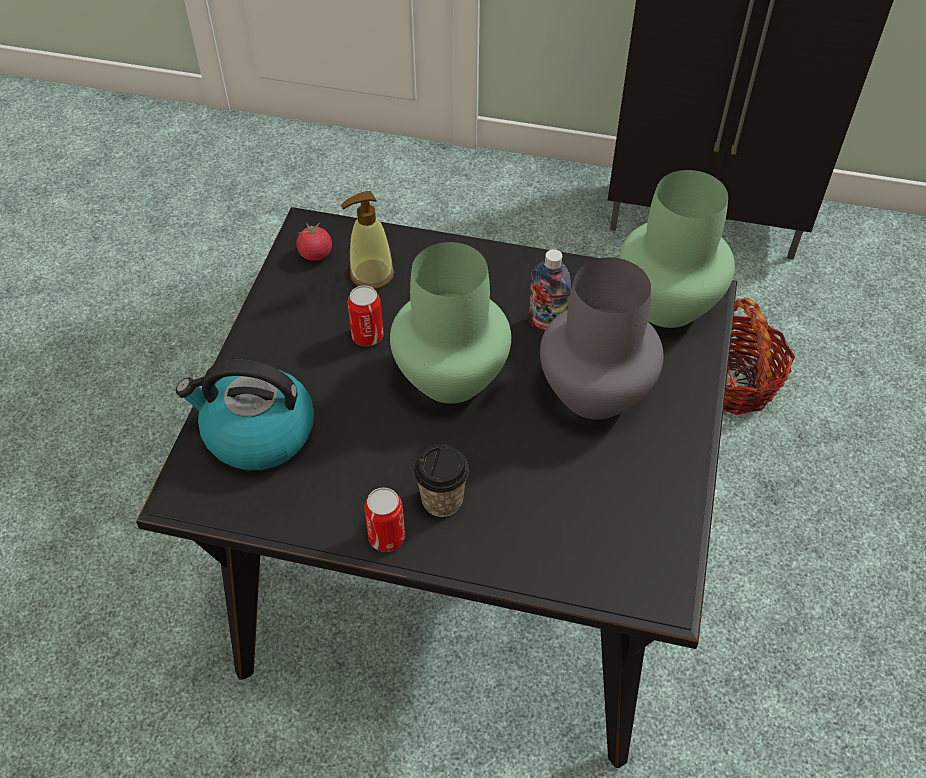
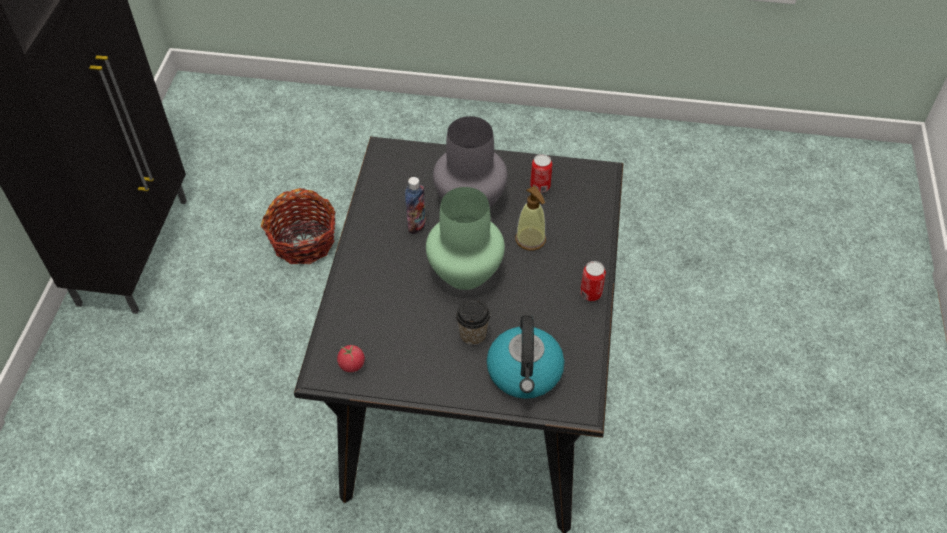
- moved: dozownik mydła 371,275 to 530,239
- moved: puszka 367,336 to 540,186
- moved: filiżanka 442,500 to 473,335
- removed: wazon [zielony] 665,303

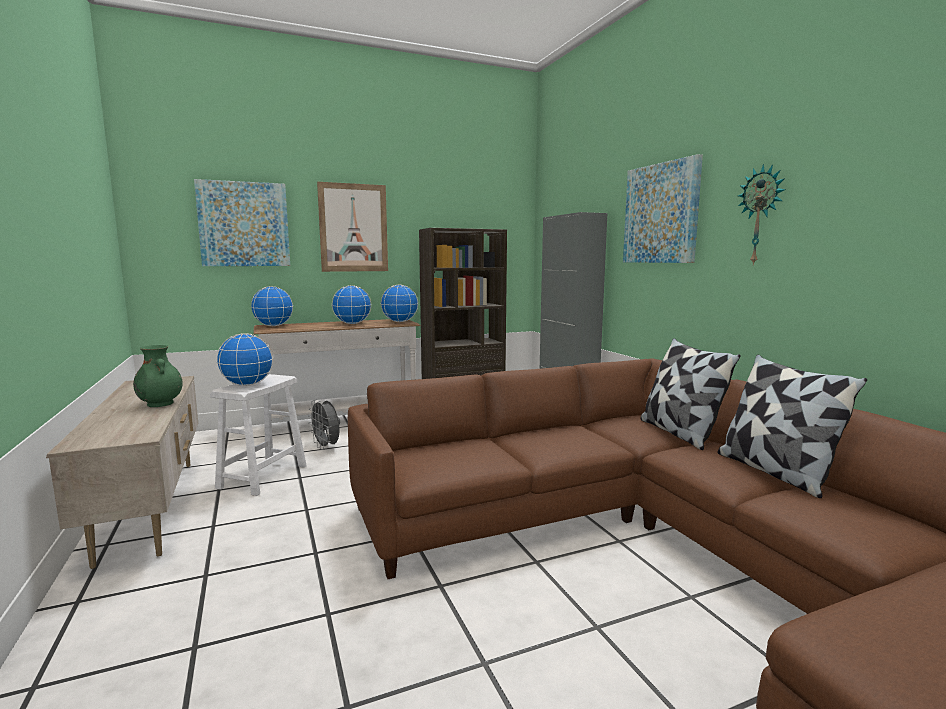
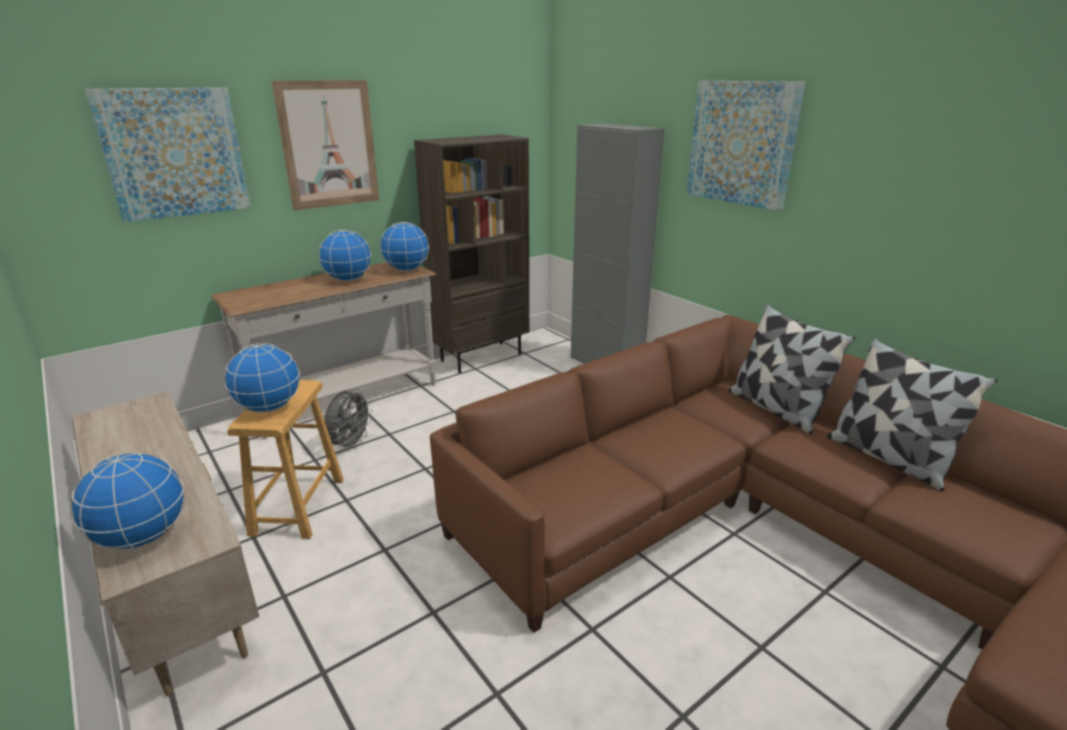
- removed: wazon [zielony] 160,404
- recoloured: stołek [biały] 262,476 to stołek [brązowy] 298,506
- moved: globus 273,326 to 143,537
- turned: wentylator [szary] 326,447 = 350,445 105 degrees counterclockwise
- removed: zegar ścienny 761,215

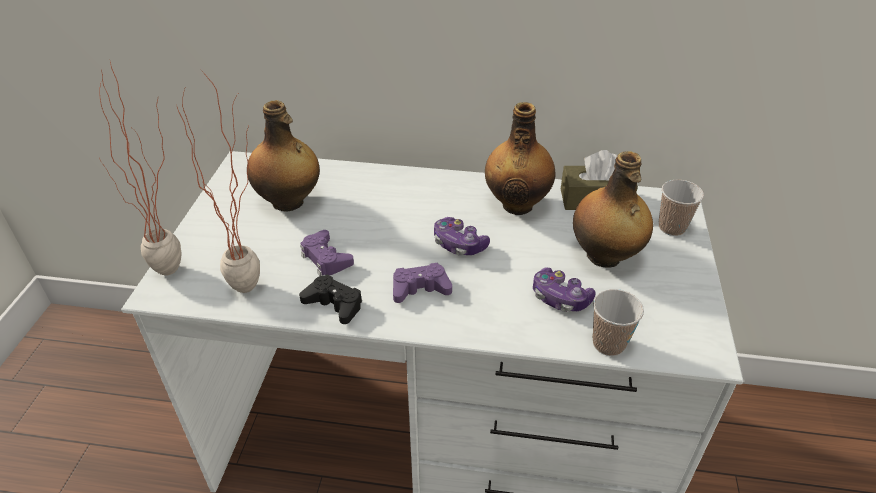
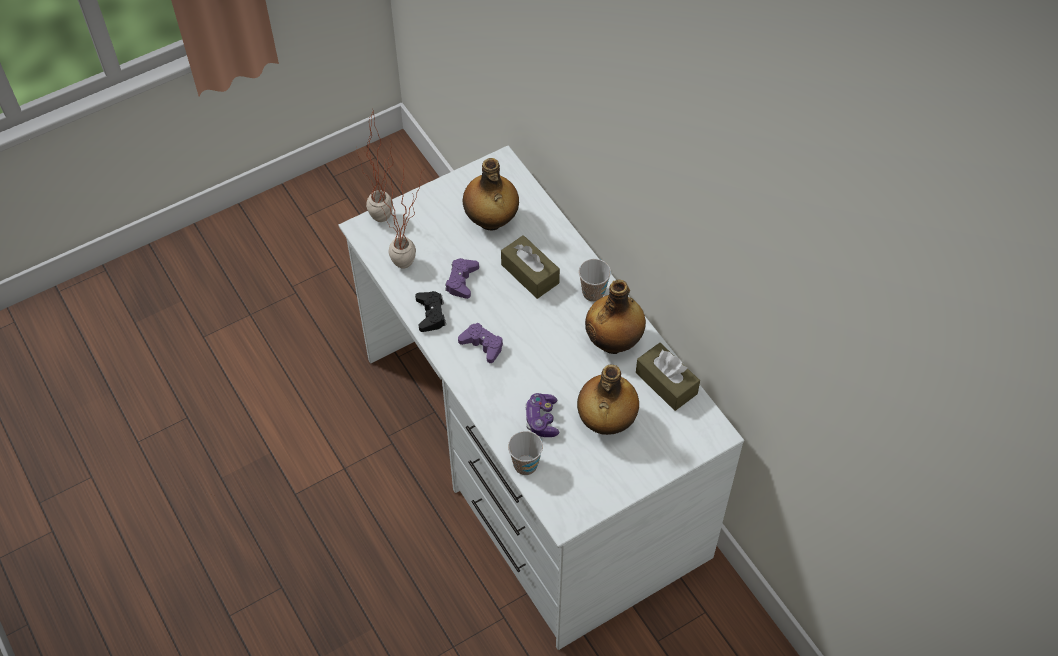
- removed: pad do gier 459,245
- moved: filiżanka 672,227 to 593,293
- added: pudełko chusteczek [brązowy] 530,274

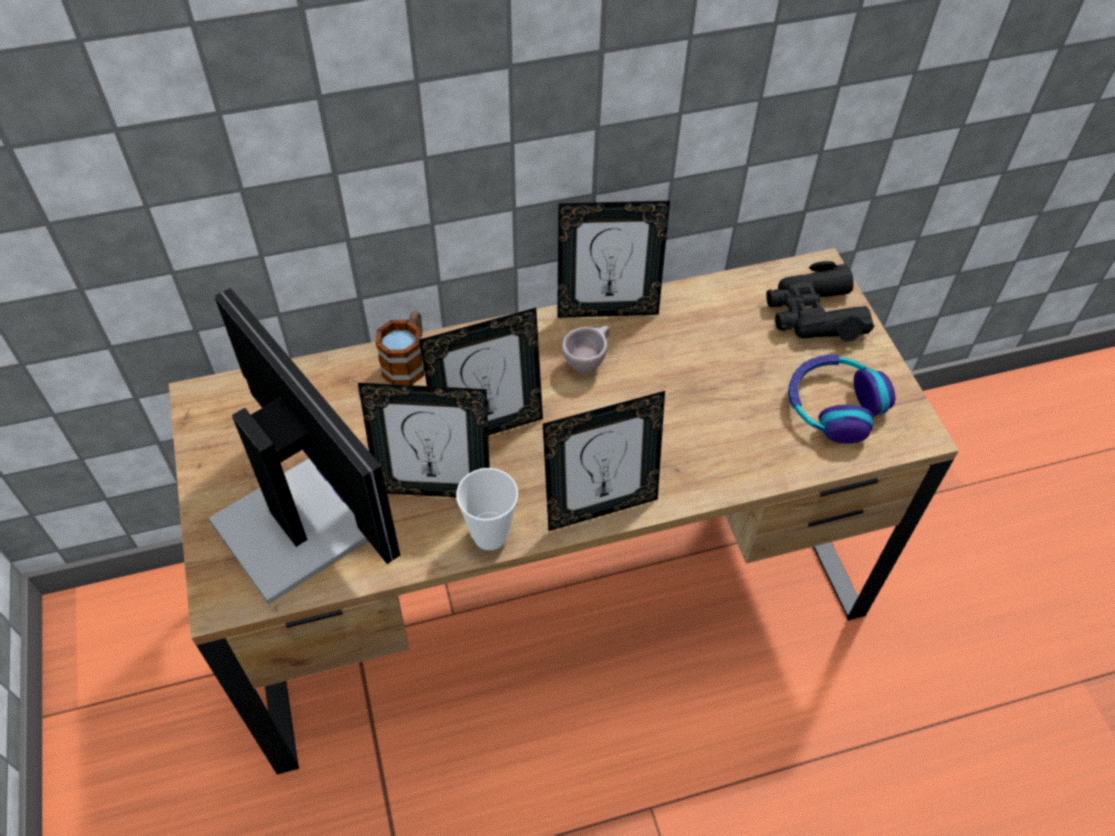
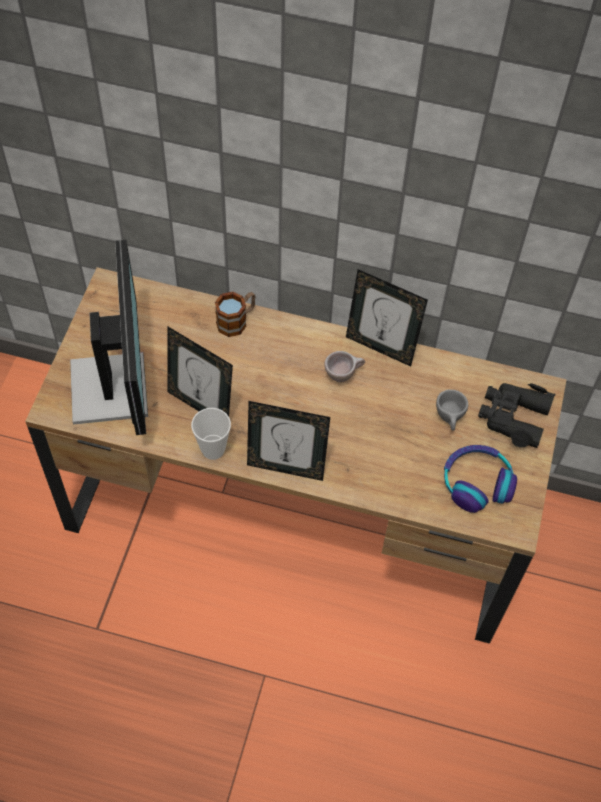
- removed: ramka na zdjęcie 488,427
- added: filiżanka [szary] 450,419

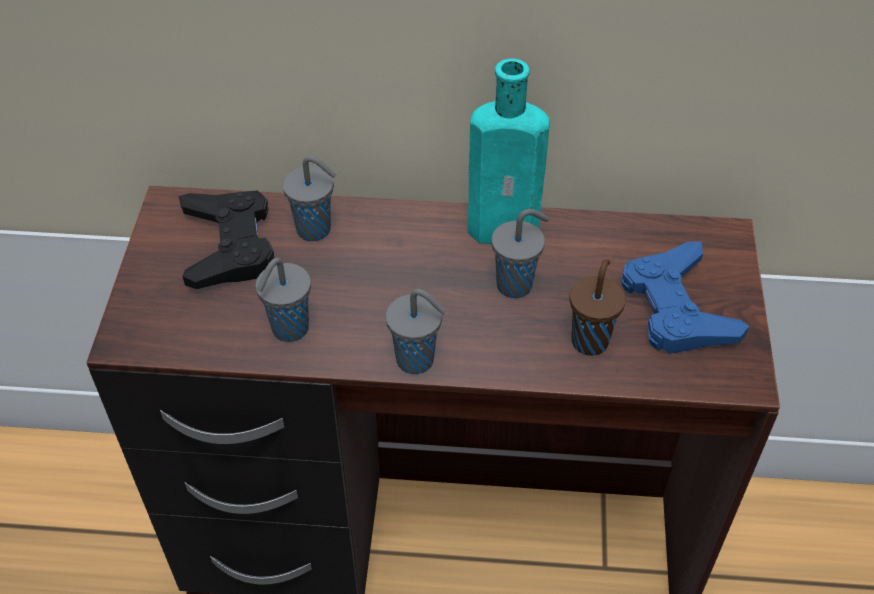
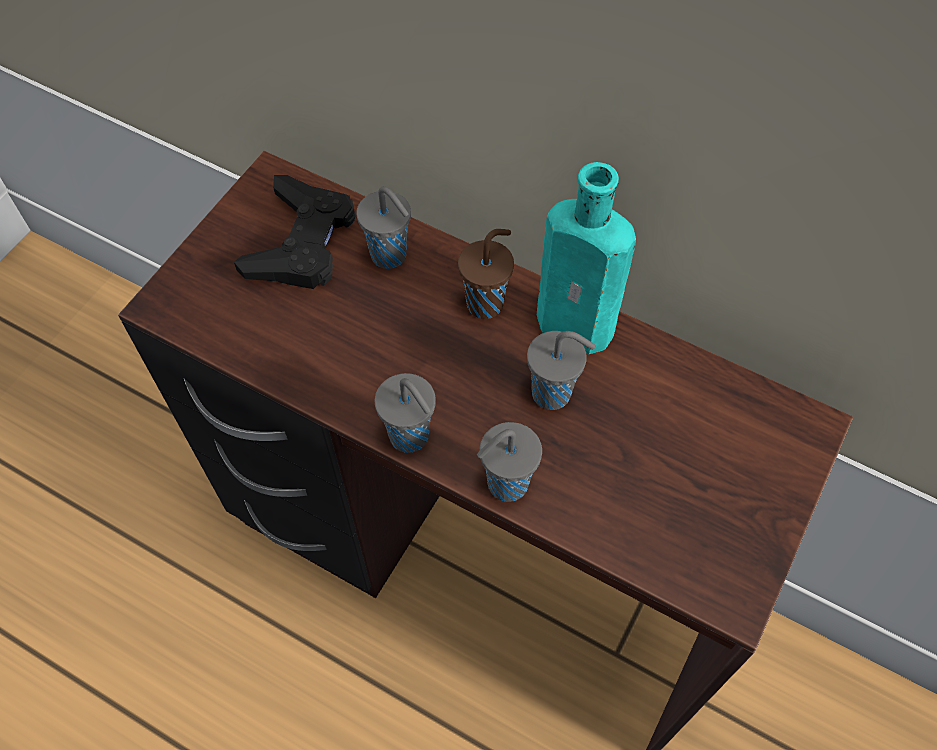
- moved: filiżanka [szary] 288,330 to 505,484
- moved: filiżanka [brązowy] 590,339 to 486,302
- removed: pad do gier [niebieski] 676,307

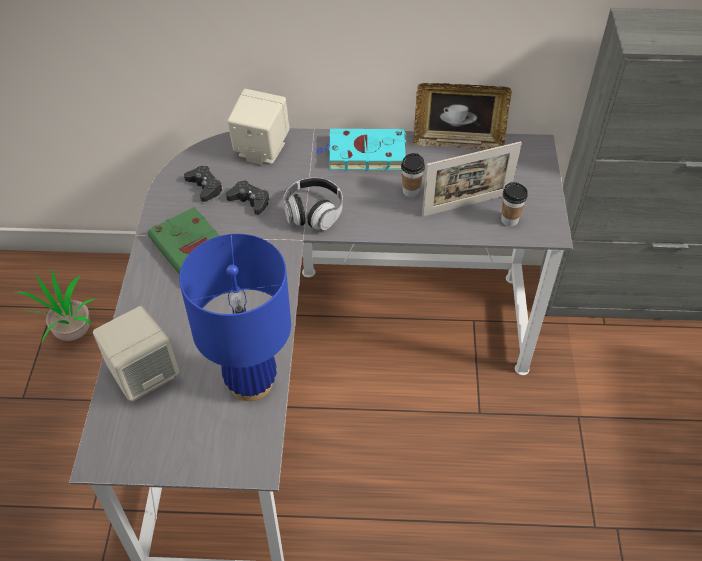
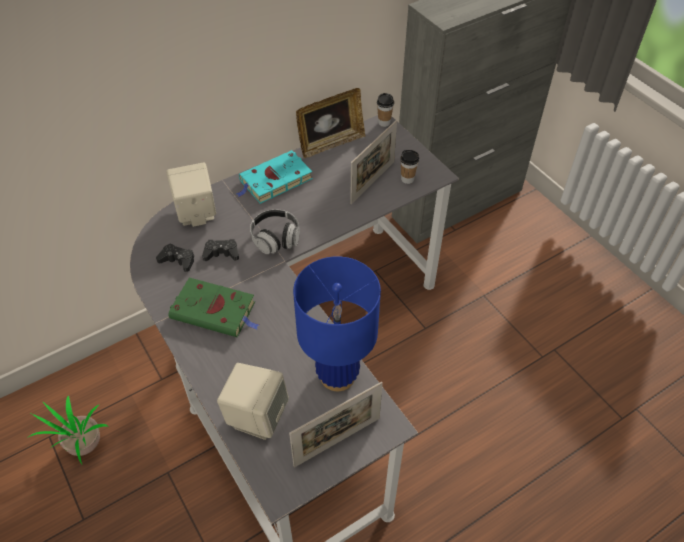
- moved: filiżanka 410,191 to 384,123
- added: ramka na zdjęcie 337,441

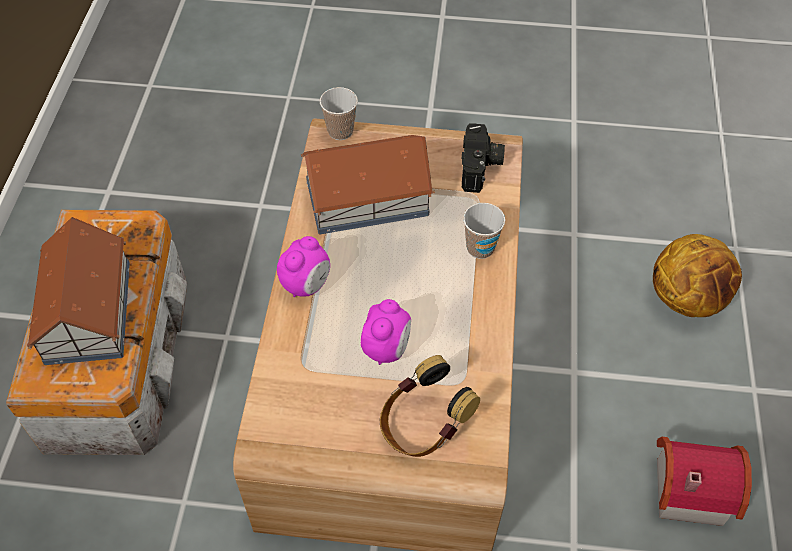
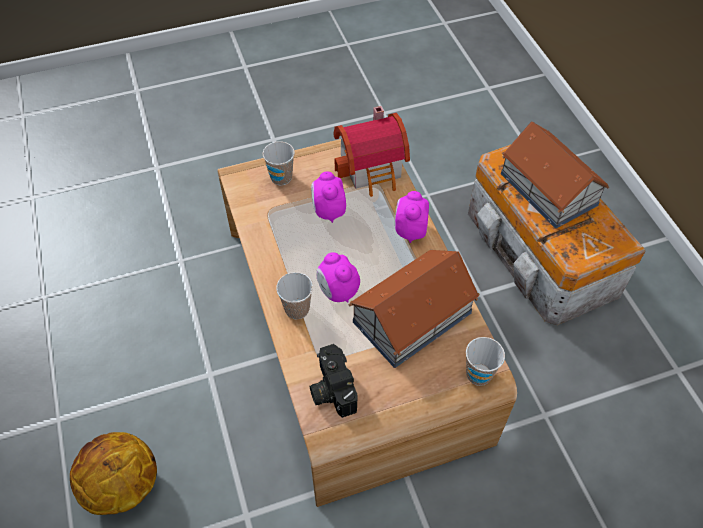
- replaced: słuchawki 423,426 to filiżanka 281,178
- moved: domek 686,486 to 373,168
- added: budzik 337,292

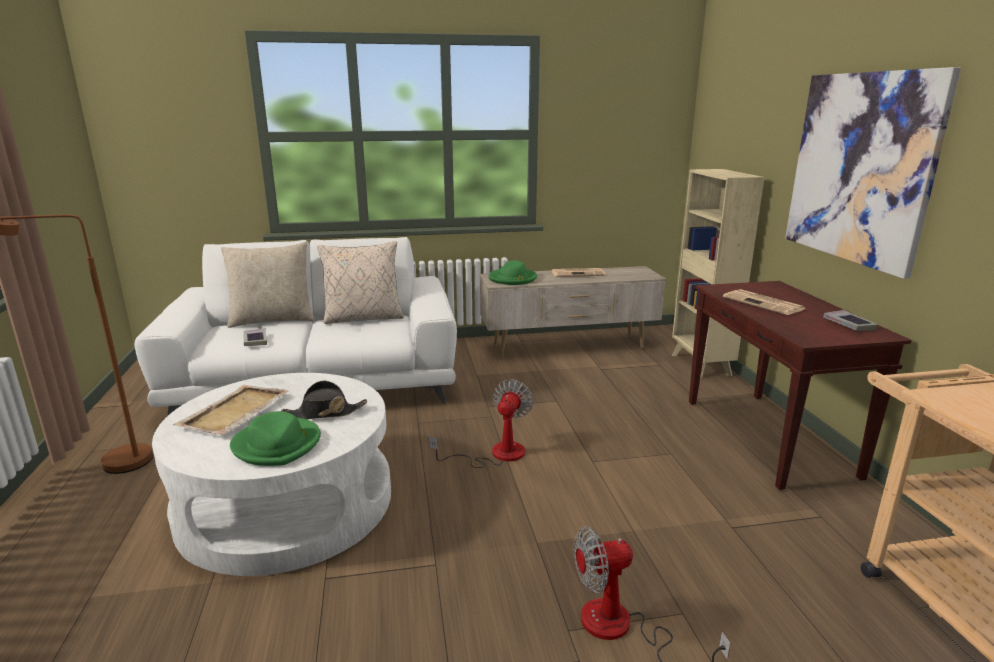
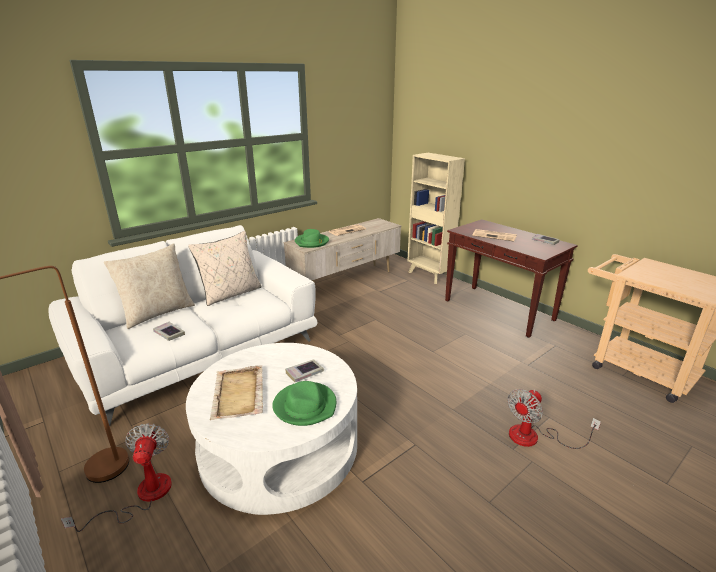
- replaced: kapelusz [czarny] 324,413 to książka 304,373
- moved: wentylator 496,454 to 142,496
- removed: obraz 860,168

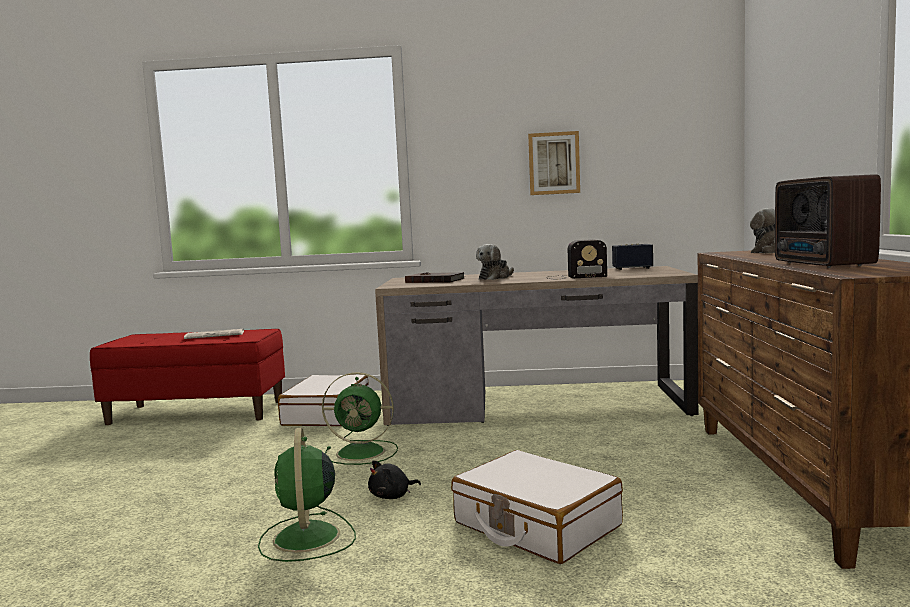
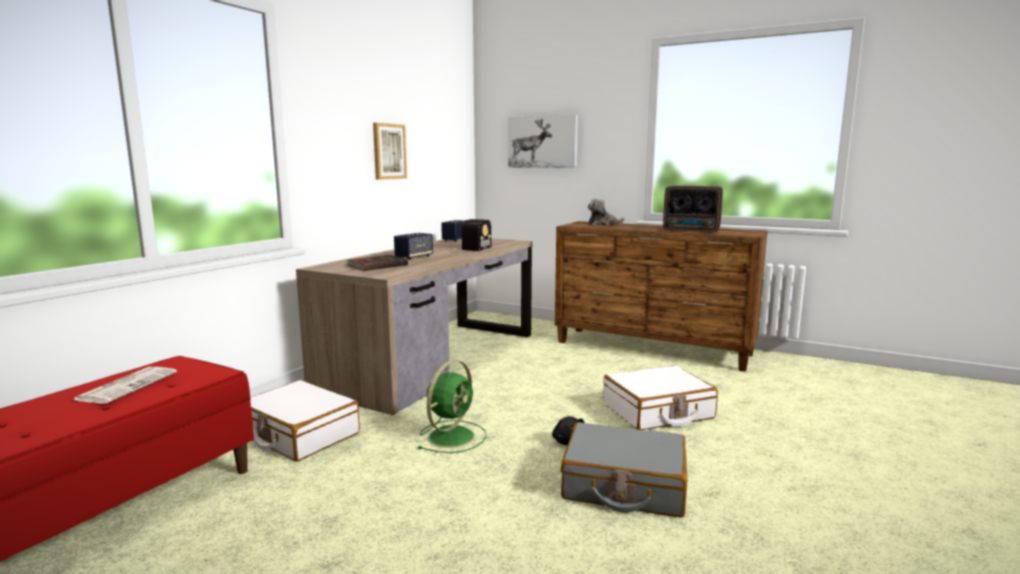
- replaced: wentylator [zielony] 306,538 to walizka [szary] 624,485
- replaced: pluszak 495,278 to głośnik 414,257
- added: obraz 542,142

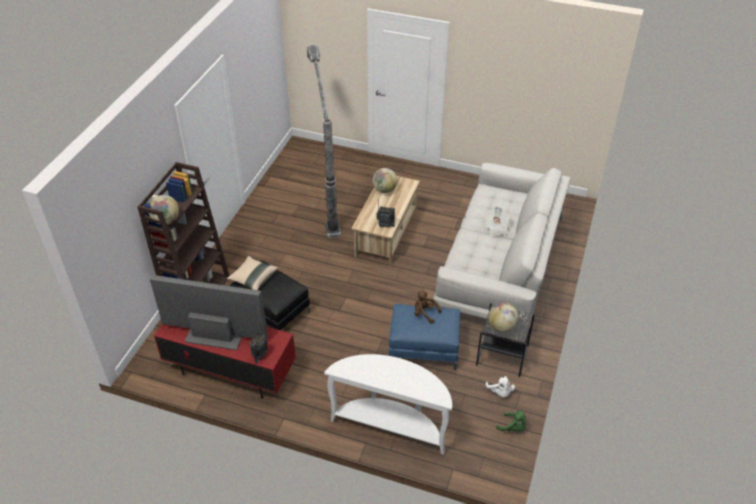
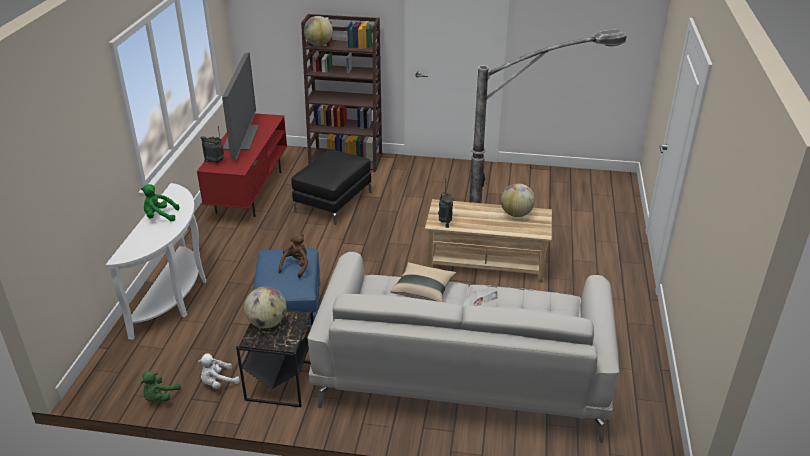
- moved: poduszka [beżowy] 253,279 to 423,290
- added: pluszak [zielony] 160,216

